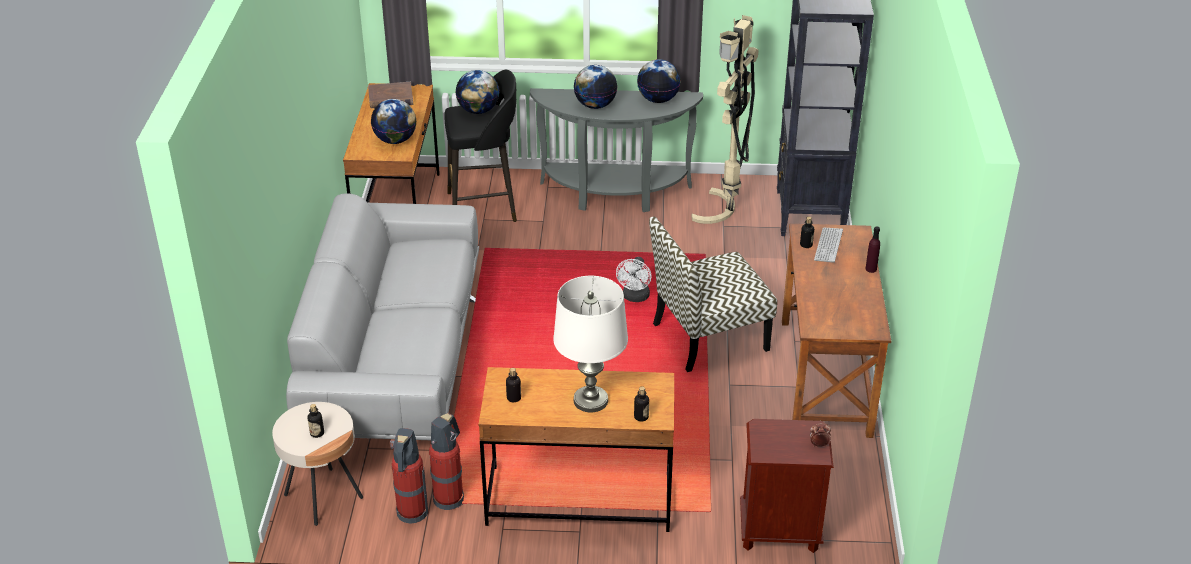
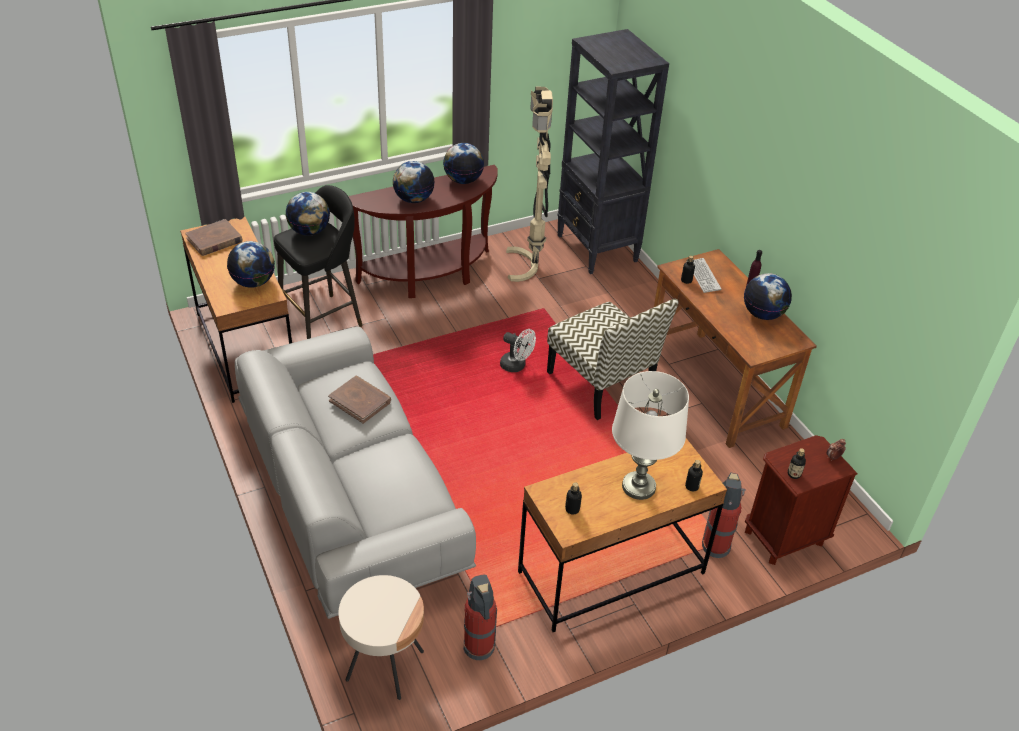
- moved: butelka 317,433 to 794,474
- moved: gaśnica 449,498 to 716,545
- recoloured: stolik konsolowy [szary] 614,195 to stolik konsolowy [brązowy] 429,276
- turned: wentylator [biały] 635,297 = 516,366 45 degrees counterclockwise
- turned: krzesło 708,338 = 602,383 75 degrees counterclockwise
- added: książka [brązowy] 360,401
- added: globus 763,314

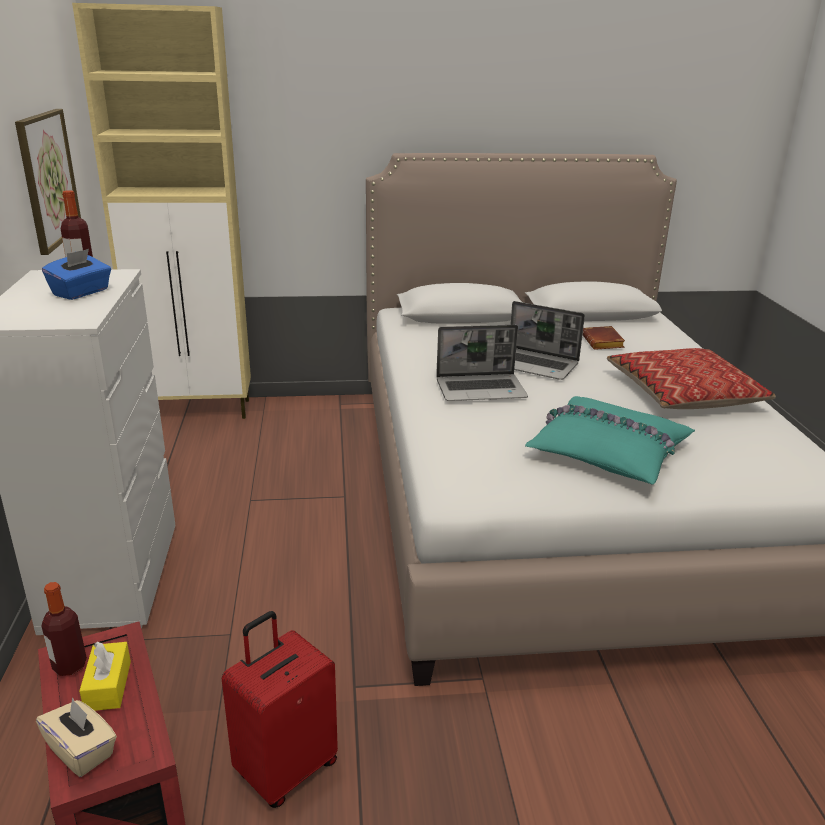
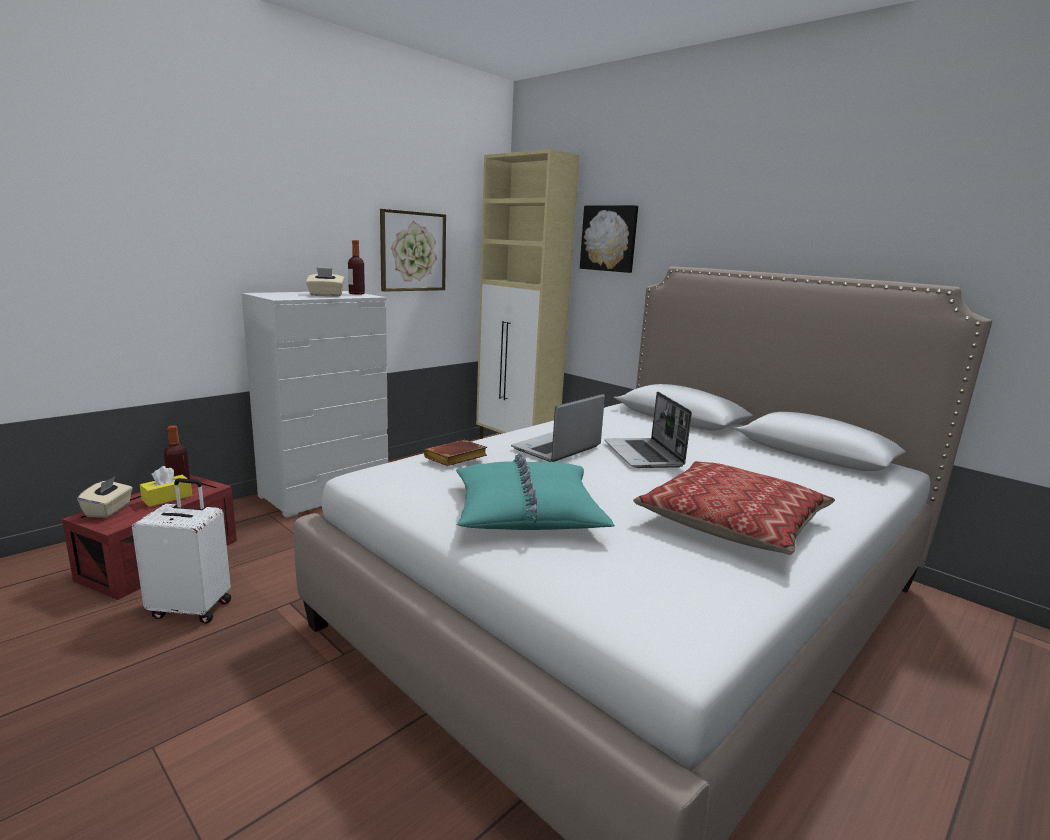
- recoloured: pudełko chusteczek [niebieski] 81,292 to pudełko chusteczek [beżowy] 326,295
- recoloured: walizka [czerwony] 285,769 to walizka [biały] 192,608
- turned: laptop 481,389 = 556,448 90 degrees clockwise
- moved: książka [brązowy] 603,343 to 455,459
- added: obraz 609,238

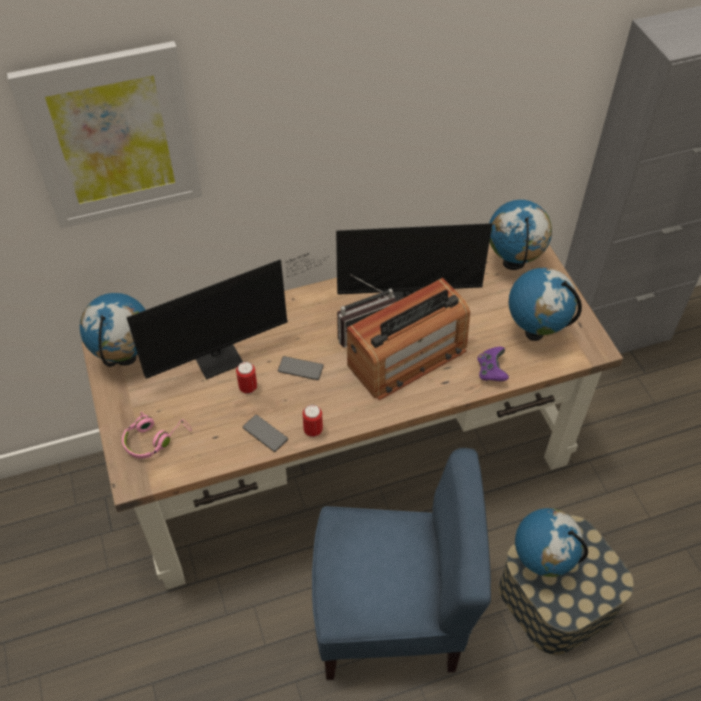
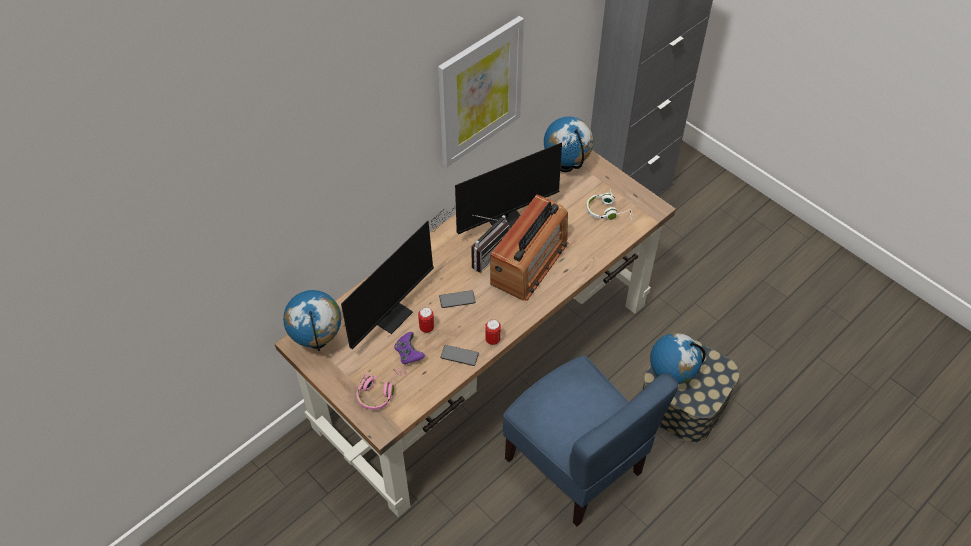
- moved: obraz 113,137 to 479,92
- turned: krzesło [niebieski] 390,617 = 575,464 75 degrees clockwise
- moved: pad do gier [fioletowy] 491,371 to 409,354
- replaced: globus 534,332 to słuchawki [biały] 607,212

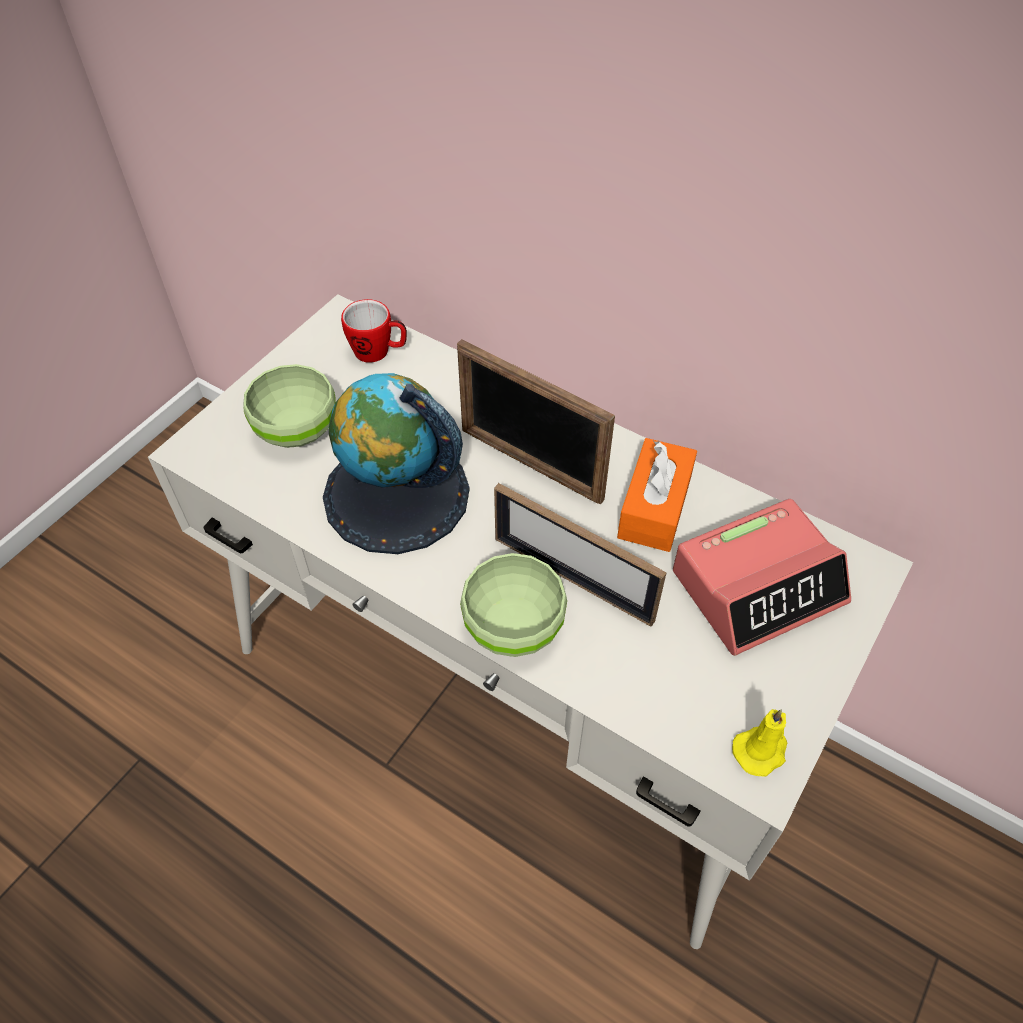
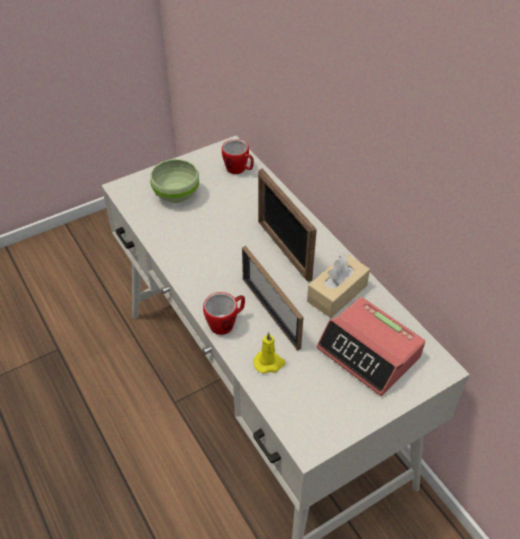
- removed: globus 396,495
- replaced: miska [zielony] 513,625 to kubek 226,323
- recoloured: pudełko chusteczek [pomarańczowy] 654,507 to pudełko chusteczek [beżowy] 337,293
- turned: budzik 758,586 = 369,353 45 degrees clockwise
- moved: świeca [żółty] 761,750 to 269,363

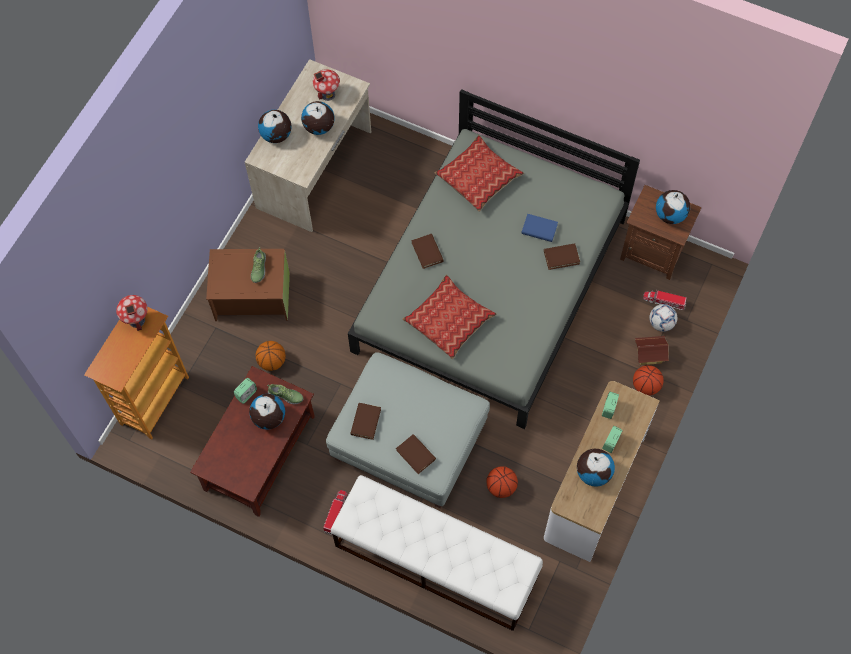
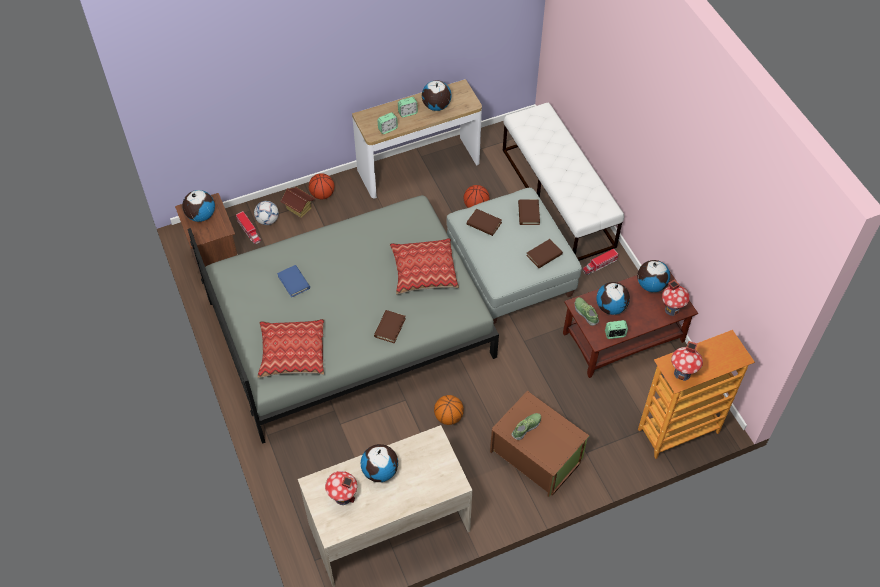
- moved: piłka do koszykówki 272,361 to 448,417
- moved: globus 276,135 to 651,285
- moved: książka [brązowy] 561,257 to 484,223
- added: domek 672,309

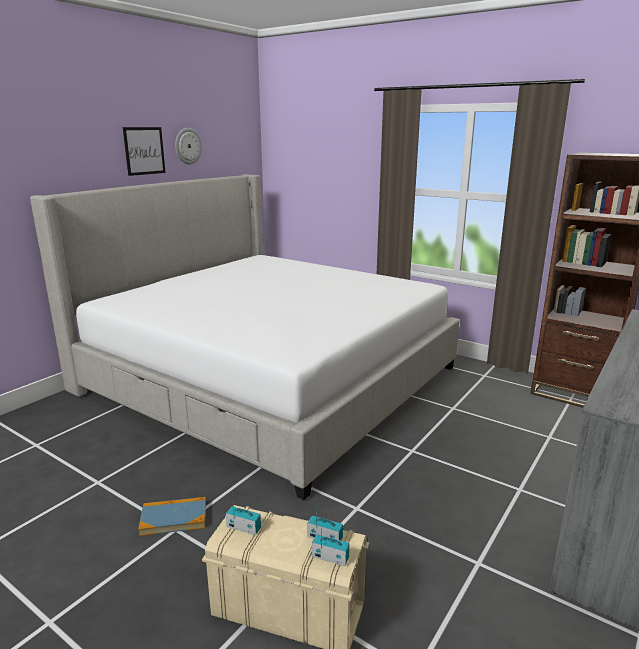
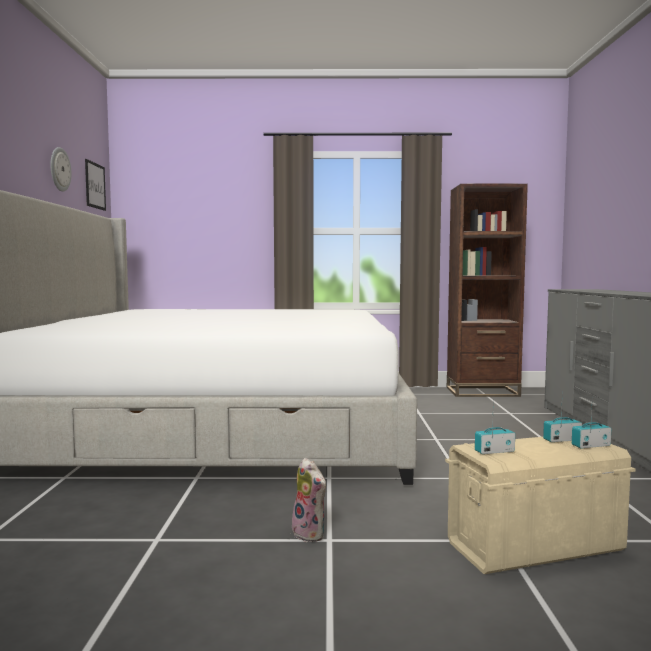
- moved: obraz 144,151 to 95,185
- replaced: książka 174,518 to pluszak 311,534

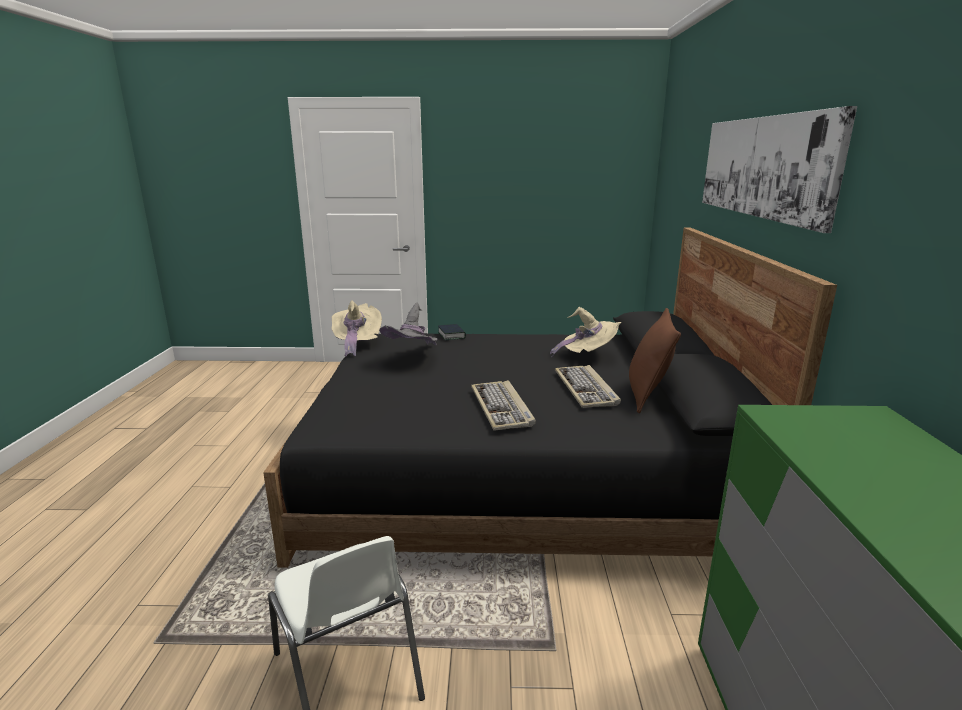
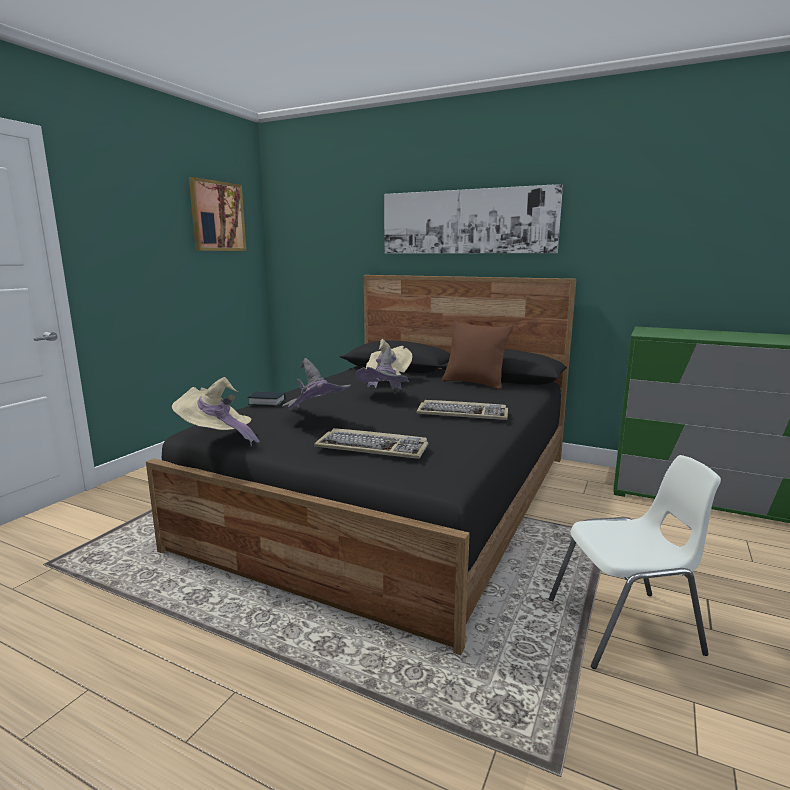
- moved: klawiatura 586,389 to 373,447
- added: obraz 217,216
- added: kapelusz [szary] 385,398

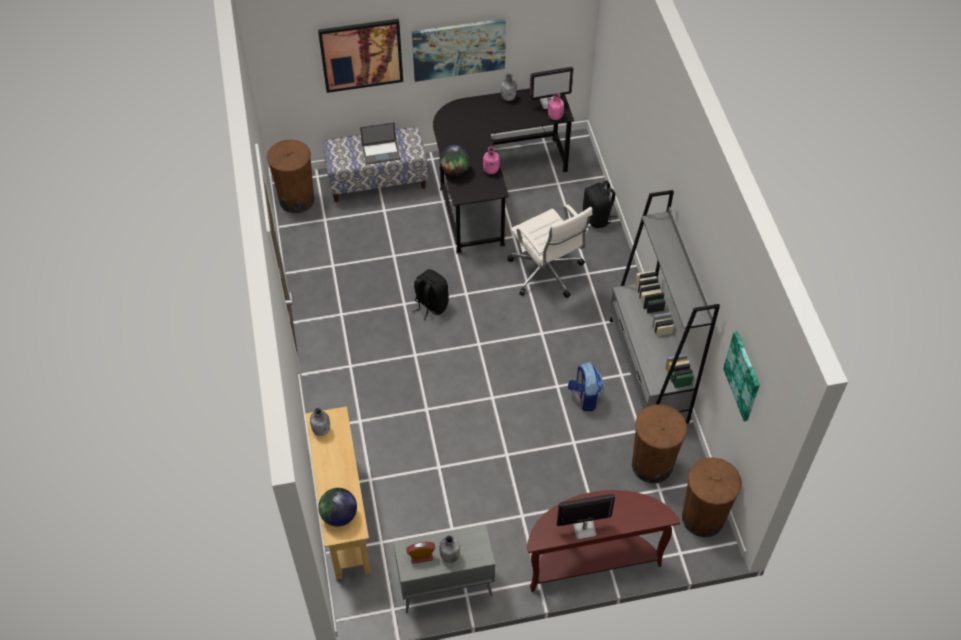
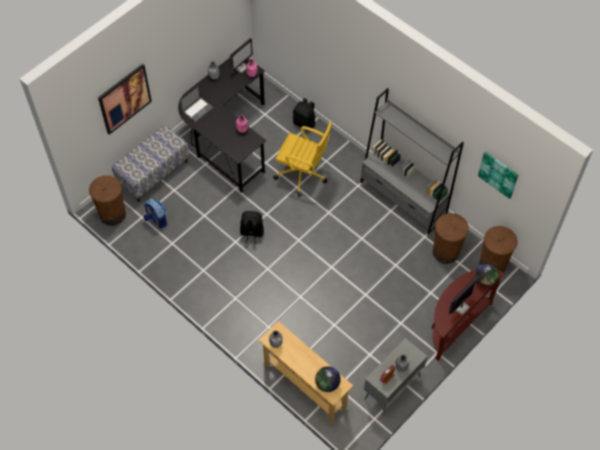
- moved: laptop 381,152 to 197,109
- removed: obraz 459,49
- moved: globus 455,171 to 485,280
- recoloured: krzesło biurowe [biały] 546,273 to krzesło biurowe [żółty] 303,174
- moved: plecak 585,397 to 156,220

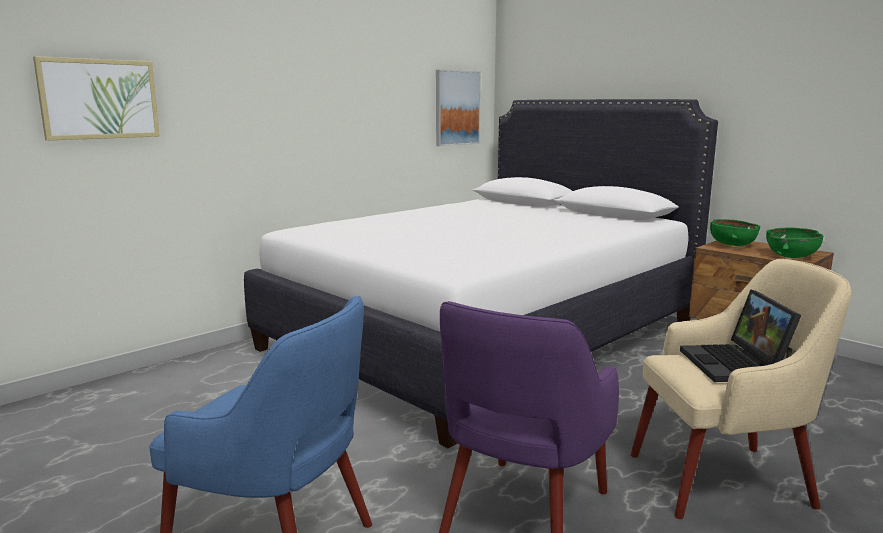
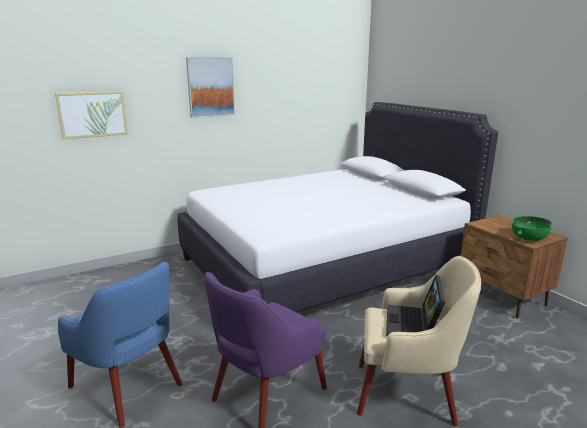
- moved: obraz 456,108 to 211,87
- removed: miska [zielony] 732,245

